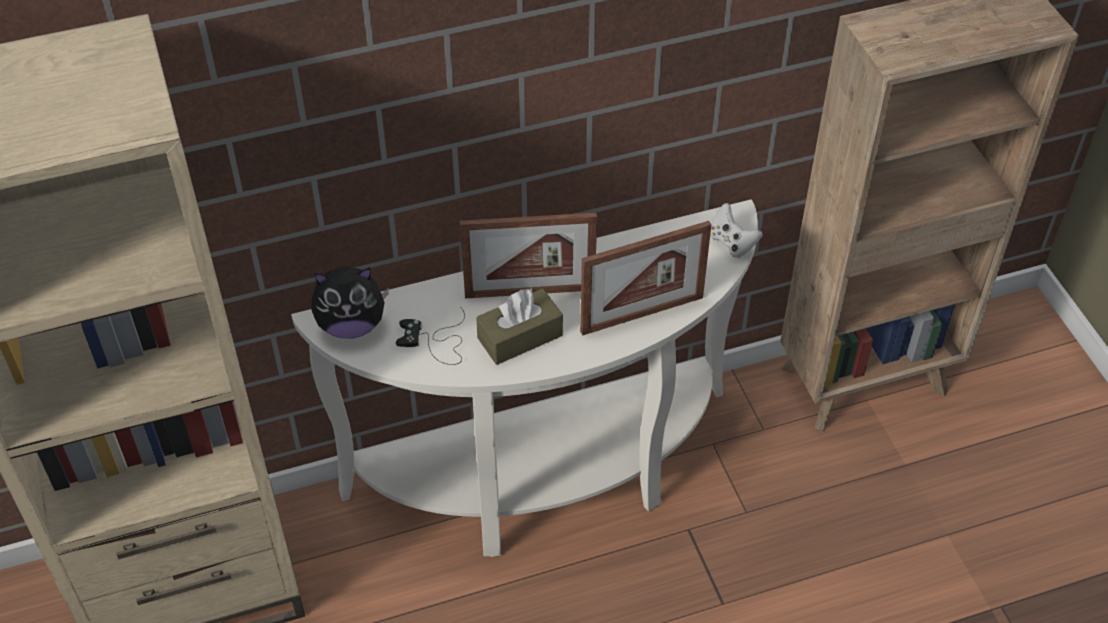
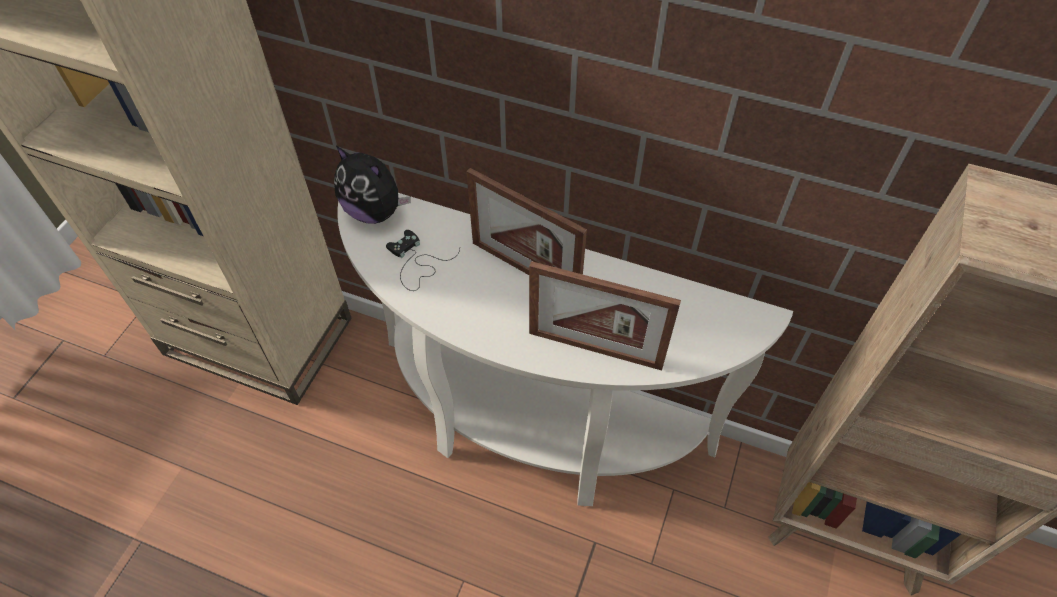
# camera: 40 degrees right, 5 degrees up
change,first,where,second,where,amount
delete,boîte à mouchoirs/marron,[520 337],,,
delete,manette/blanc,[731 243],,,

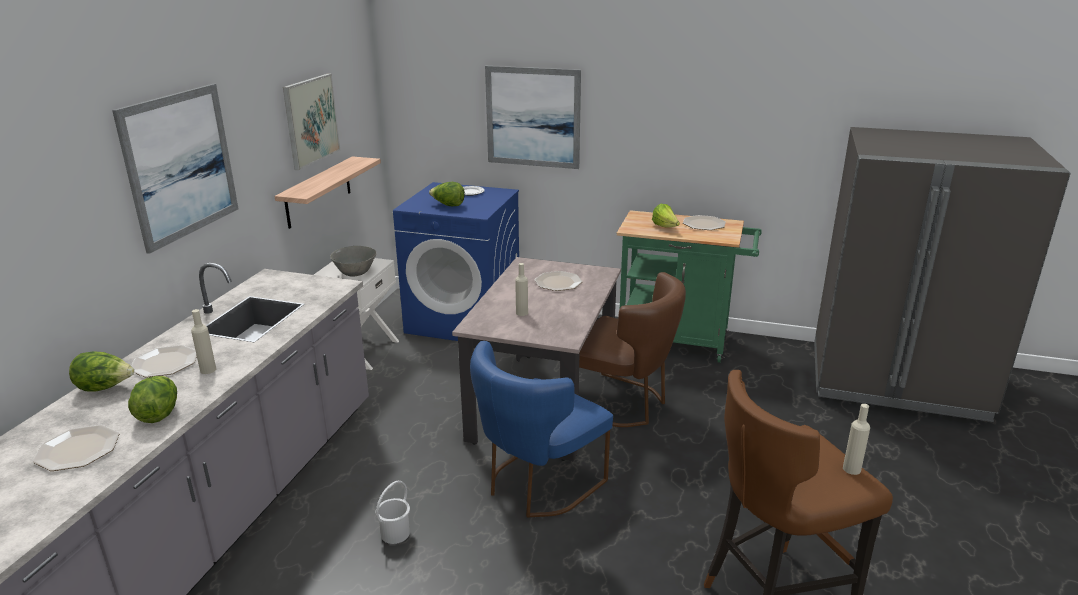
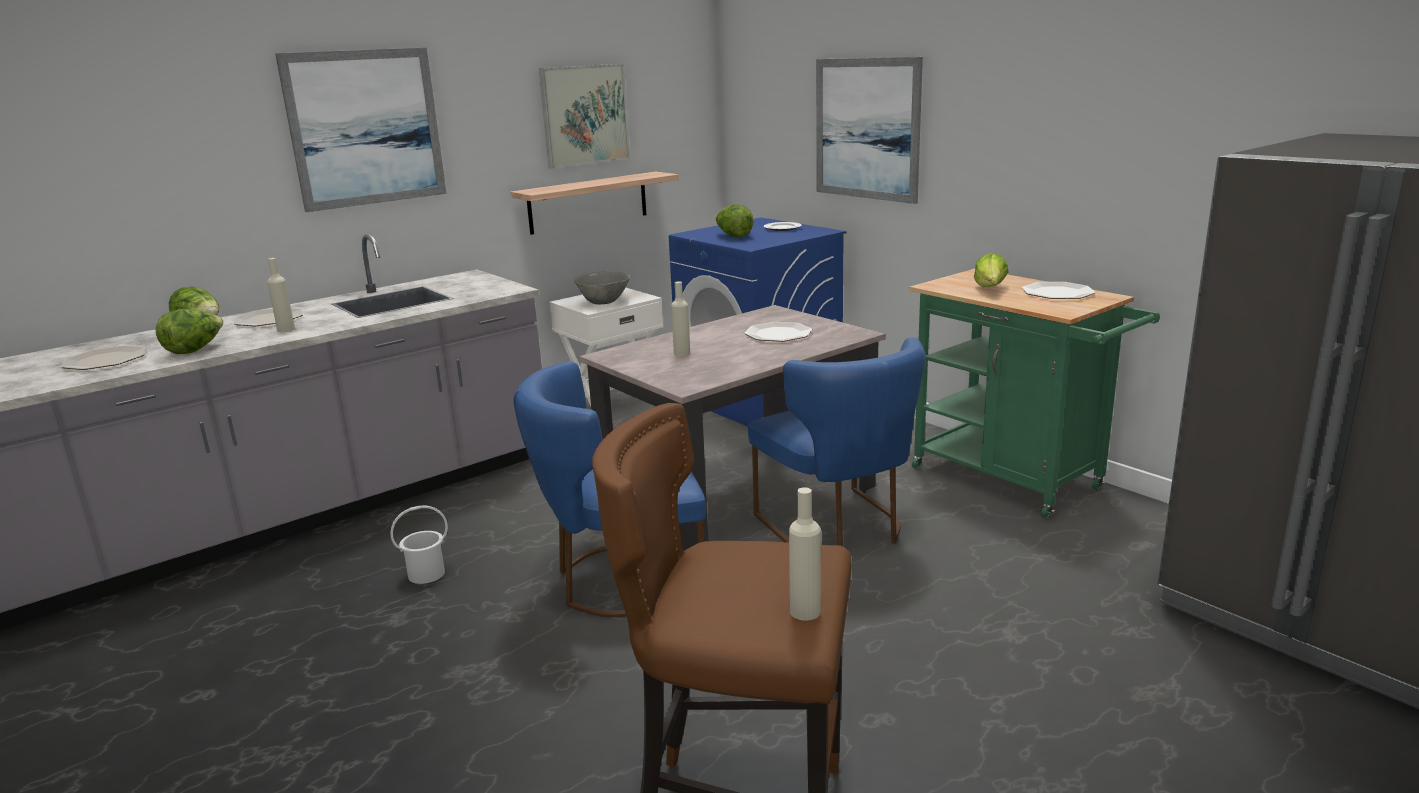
# camera: 35 degrees right, 5 degrees down
change,first,where,second,where,amount
recolor,chaise/marron,[623 404],chaise/bleu,[839 528],

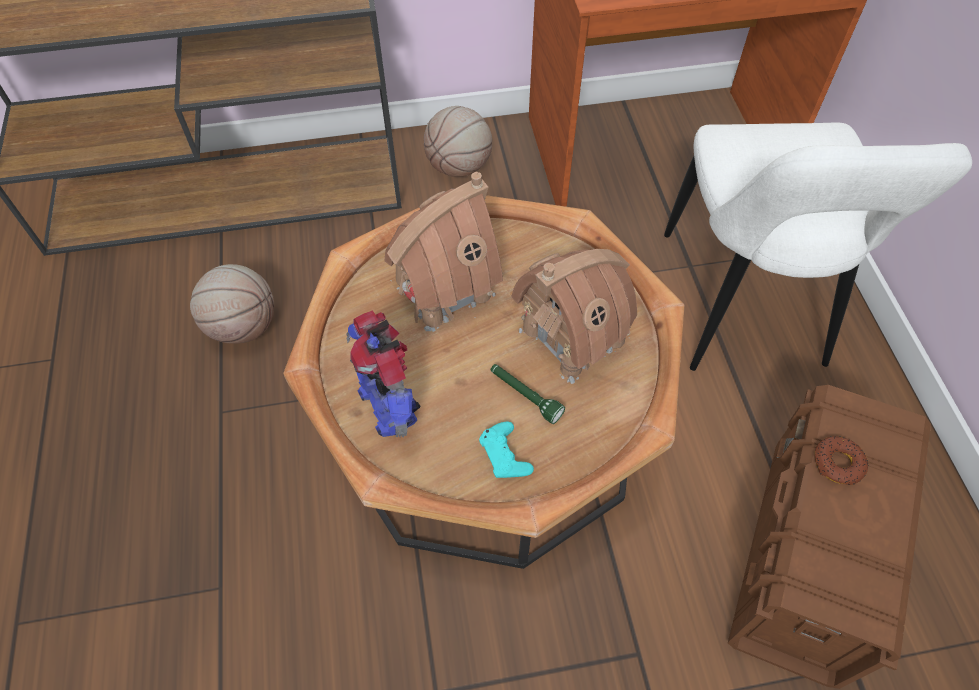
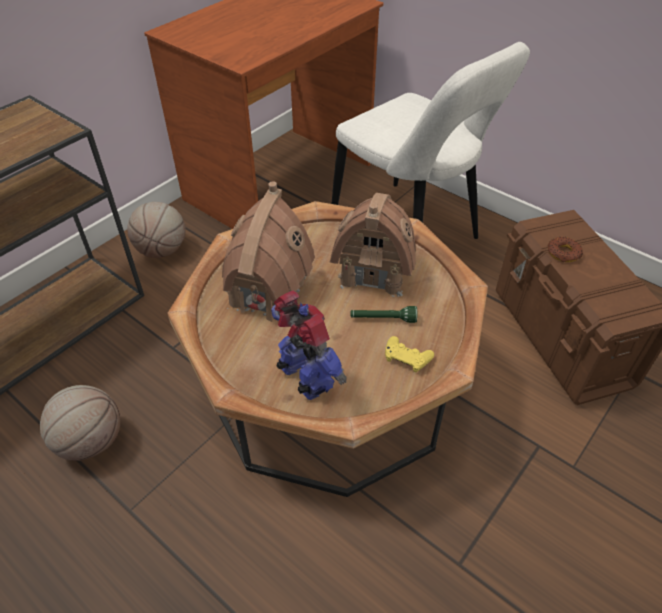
# camera: 40 degrees left, 10 degrees down
change,first,where,second,where,amount
recolor,manette/turquoise,[505 455],manette/jaune,[407 357],
rotate,robot jouet,[389 404],,[305 378],150 degrees counterclockwise

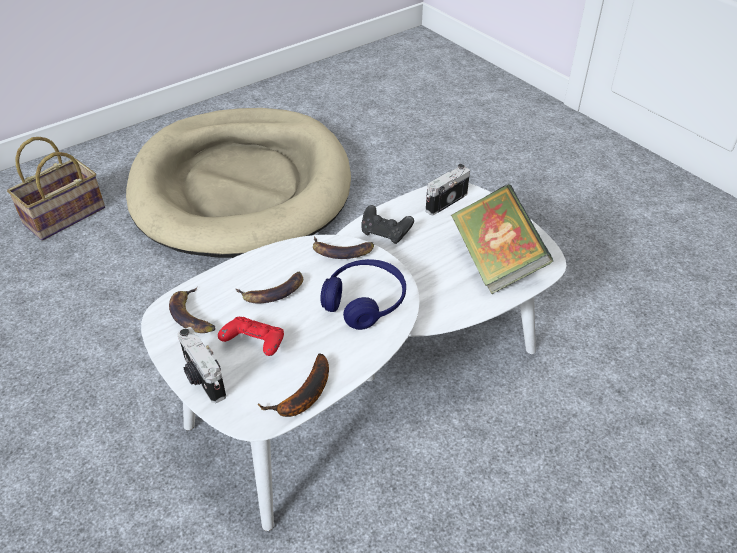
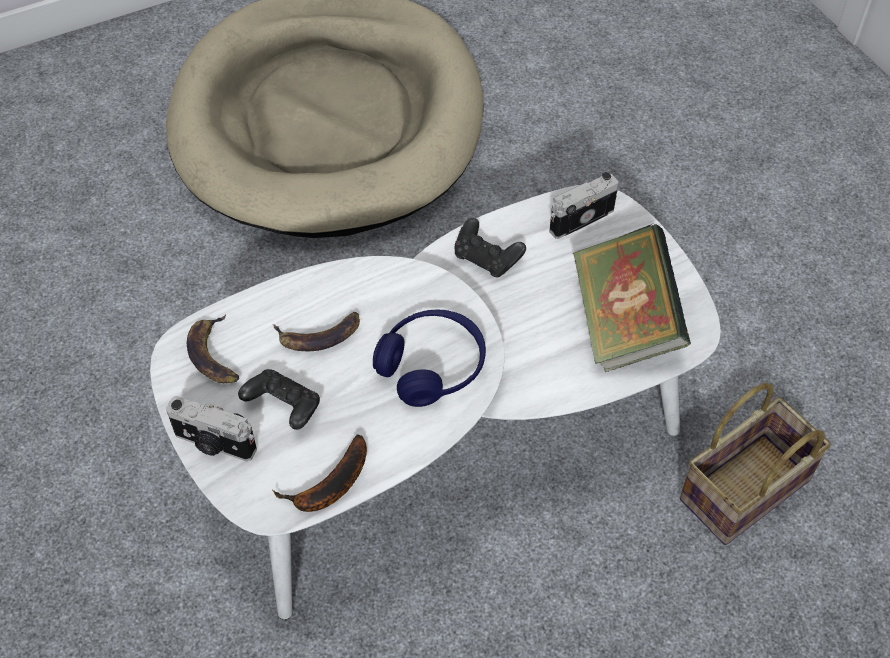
# camera: 10 degrees right, 10 degrees up
change,first,where,second,where,amount
delete,banane,[342 251],,,
move,panier,[63 217],,[744 493],
recolor,manette/rouge,[255 345],manette/noir,[283 407],
rotate,appareil photo,[202 378],,[214 444],45 degrees counterclockwise

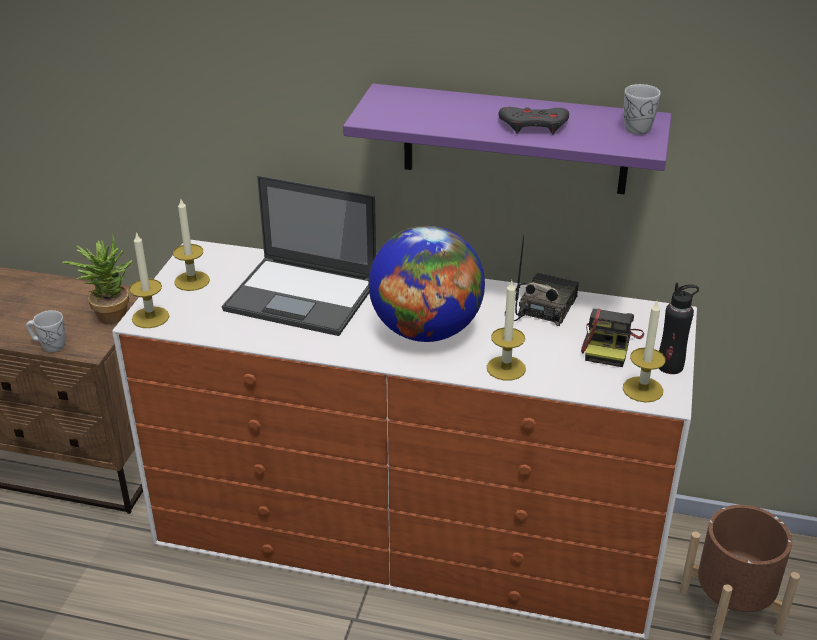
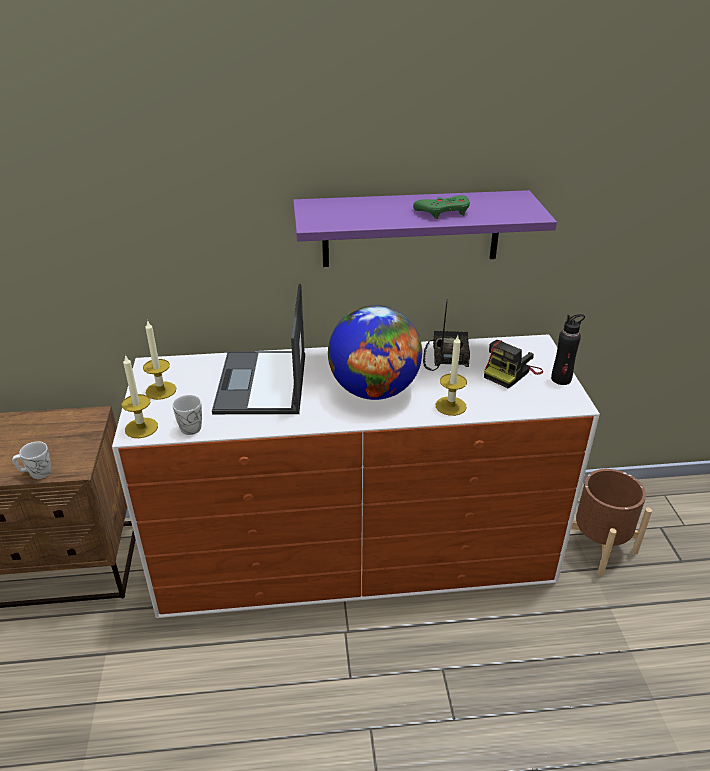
# camera: 20 degrees left, 0 degrees up
change,first,where,second,where,amount
delete,plante en pot,[108 314],,,
delete,bougie,[642 389],,,
move,mug/blanc,[634 127],,[188 426],
recolor,manette/gris,[534 125],manette/vert,[443 211],
rotate,ordinateur portable,[303 296],,[262 384],90 degrees clockwise
rotate,appareil photo,[610 345],,[511 373],45 degrees clockwise

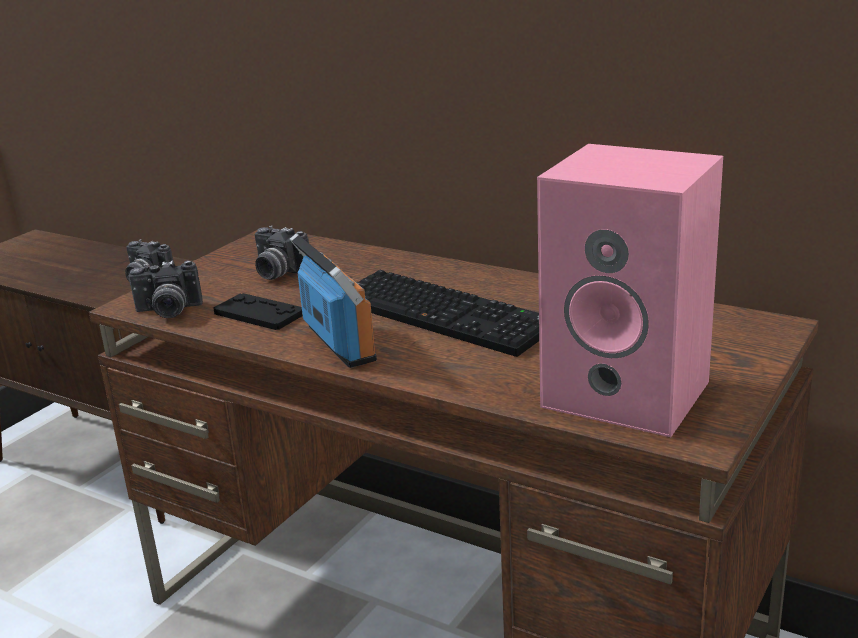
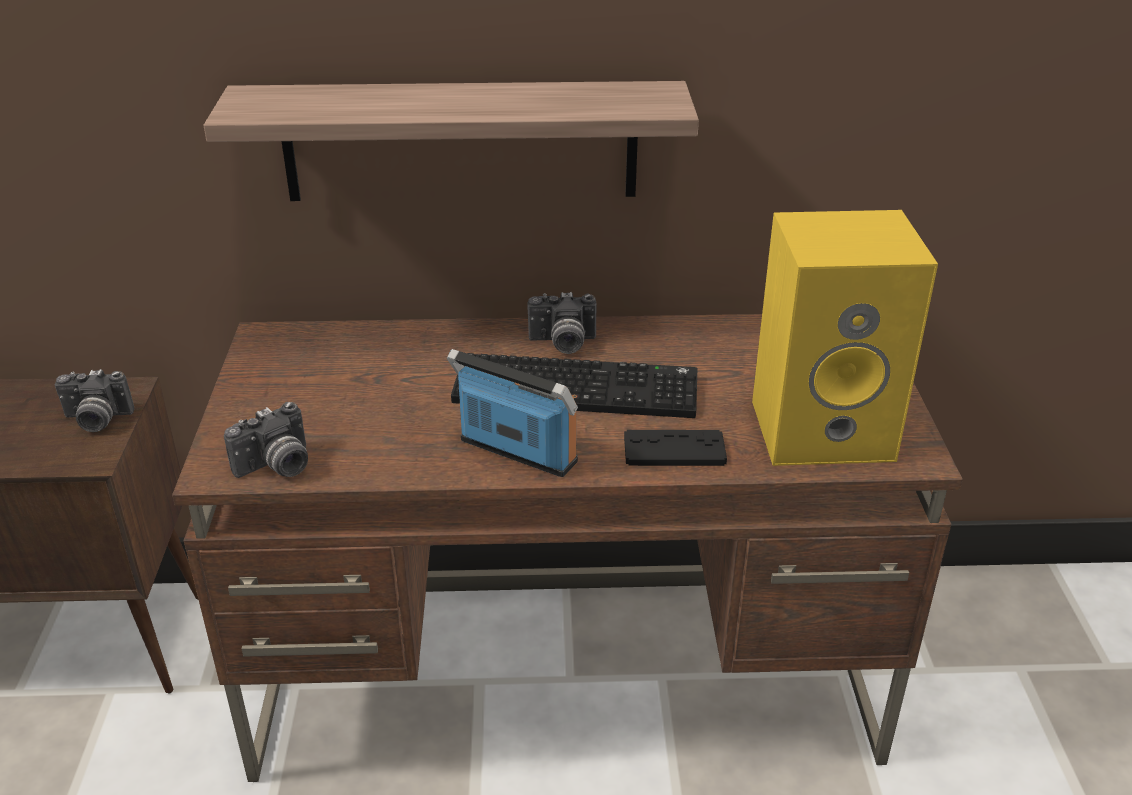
# camera: 35 degrees left, 10 degrees up
change,first,where,second,where,amount
insert,,,étagère,[460 141],
move,manette/noir,[259 313],,[674 450],
move,appareil photo,[278 273],,[562 344],
recolor,enceinte/rose,[630 393],enceinte/jaune,[824 428],

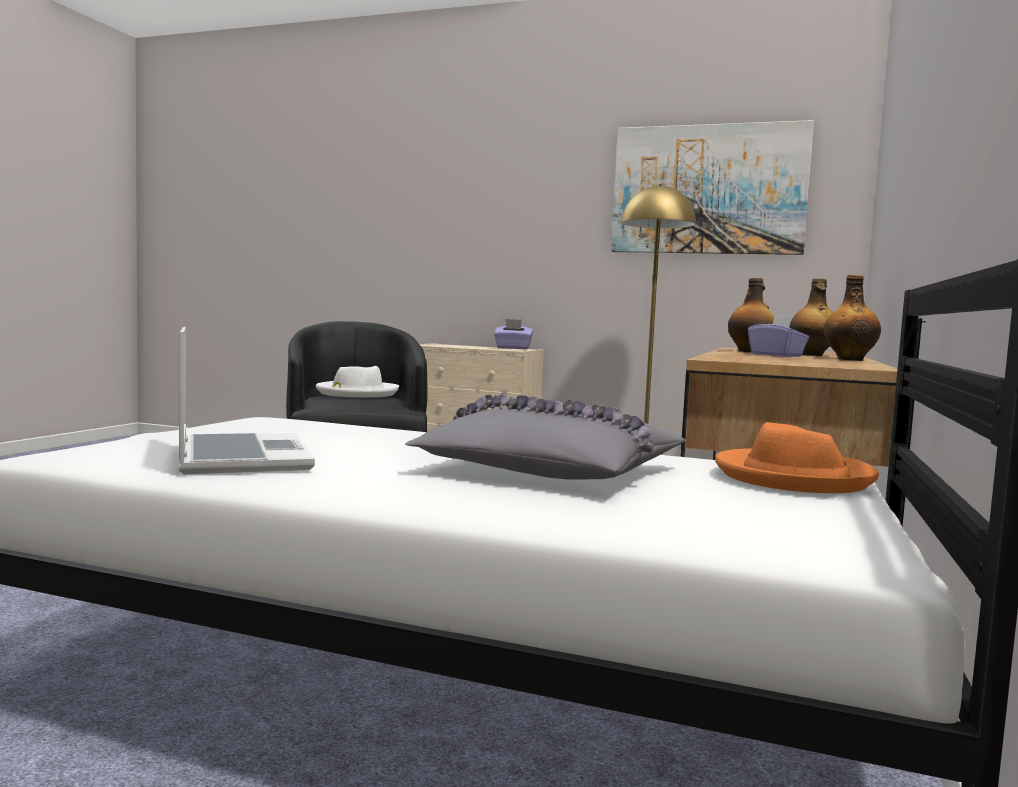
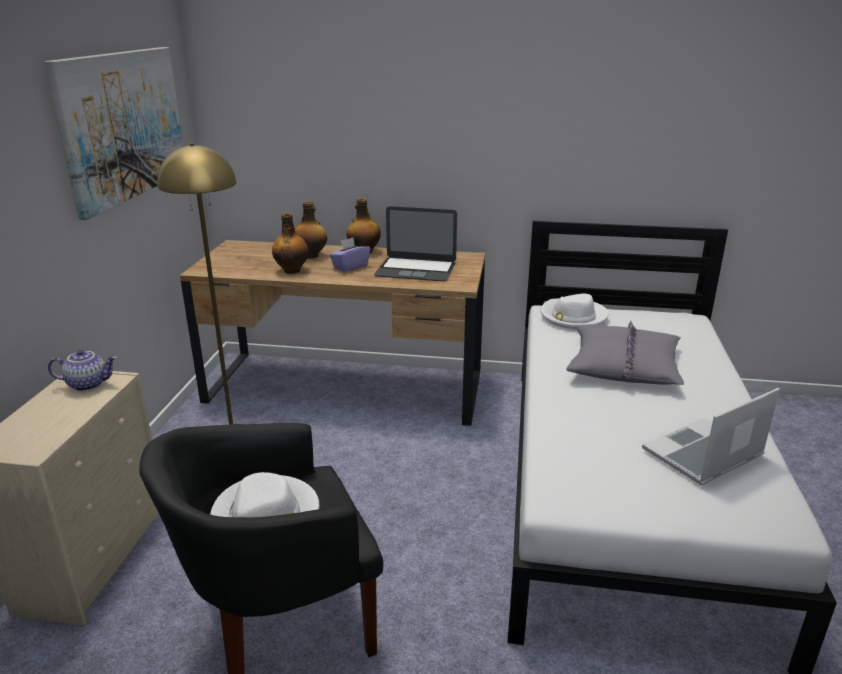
# camera: 100 degrees left, 20 degrees up
change,first,where,second,where,amount
insert,,,ordinateur portable,[416 269],
replace,boîte à mouchoirs/violet,[512 348],théière,[88 384],
recolor,chapeau/orange,[793 477],chapeau/blanc,[572 317],

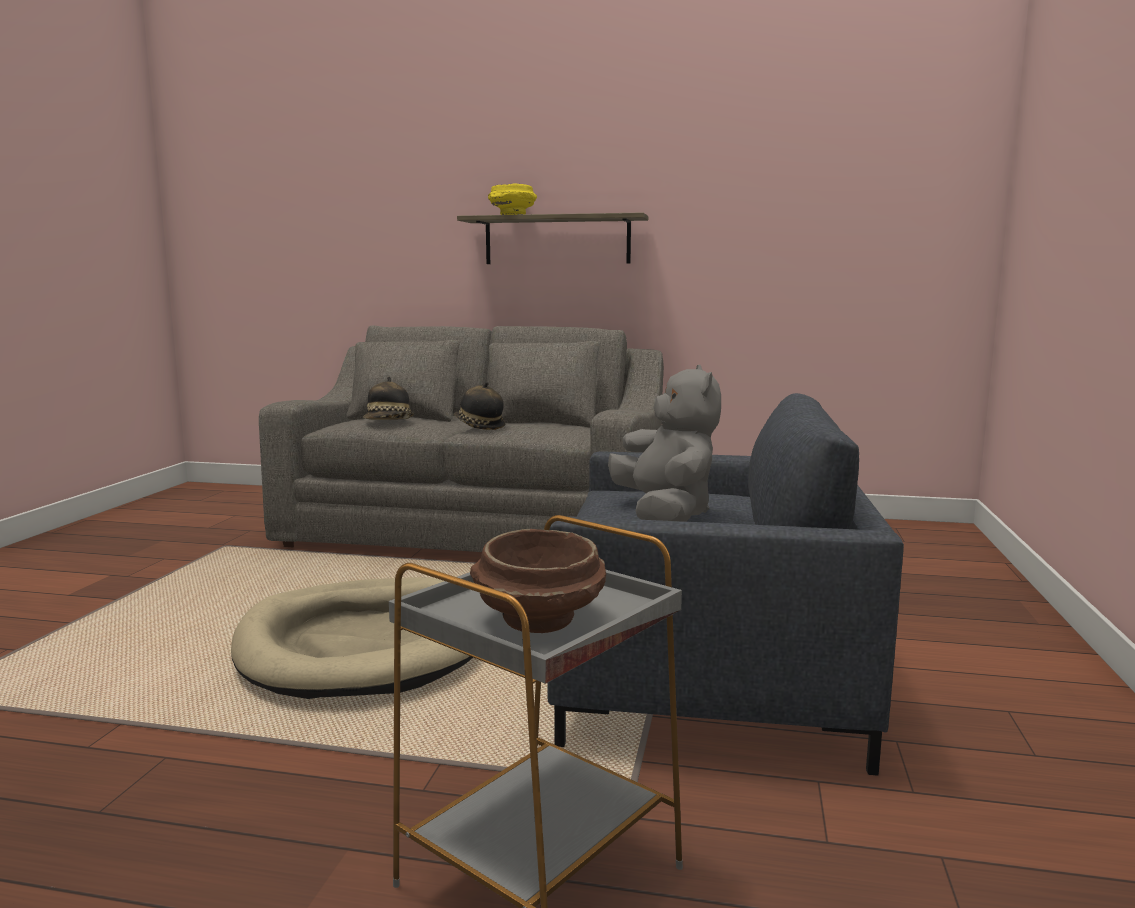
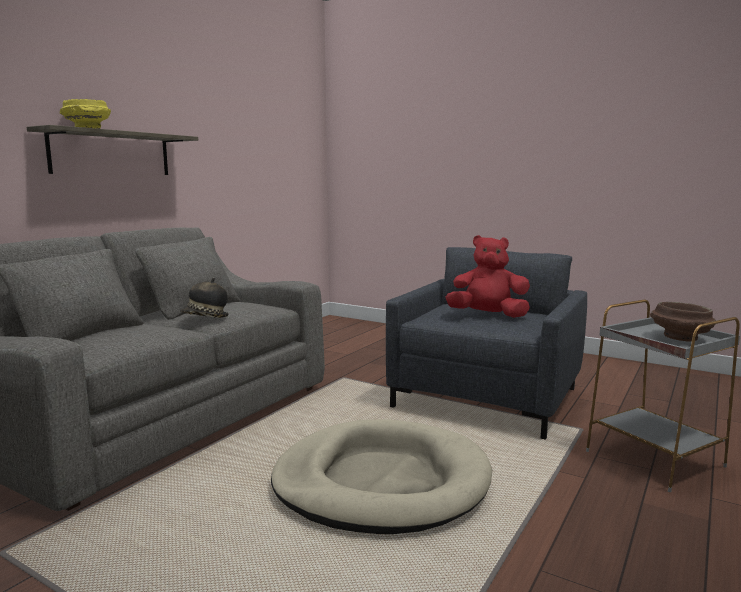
# camera: 70 degrees left, 0 degrees up
change,first,where,second,where,amount
delete,chapeau,[389 423],,,
recolor,peluche/gris,[665 515],peluche/rouge,[488 315],

